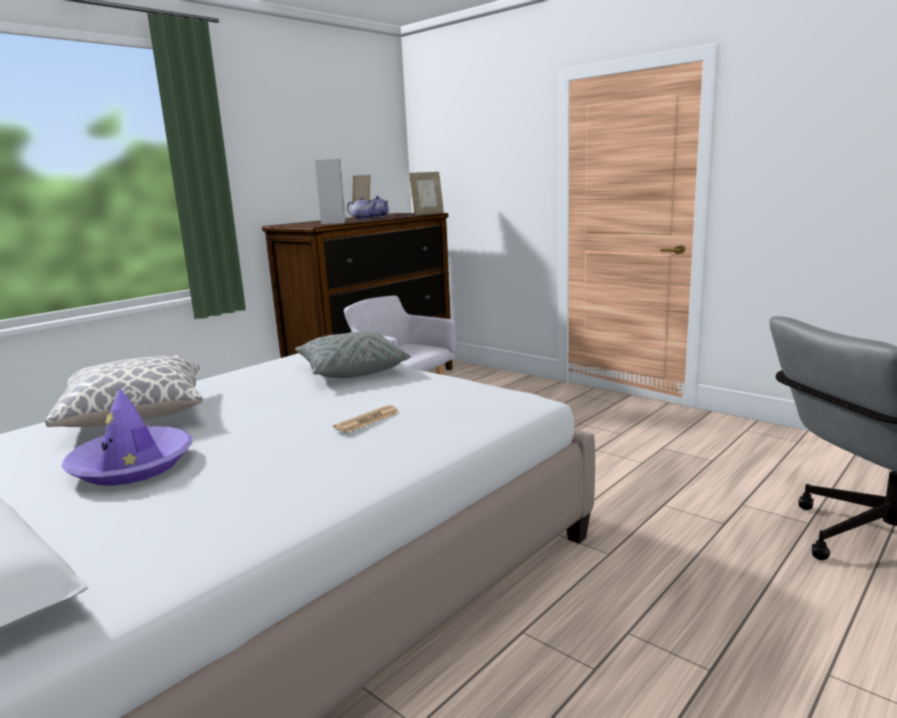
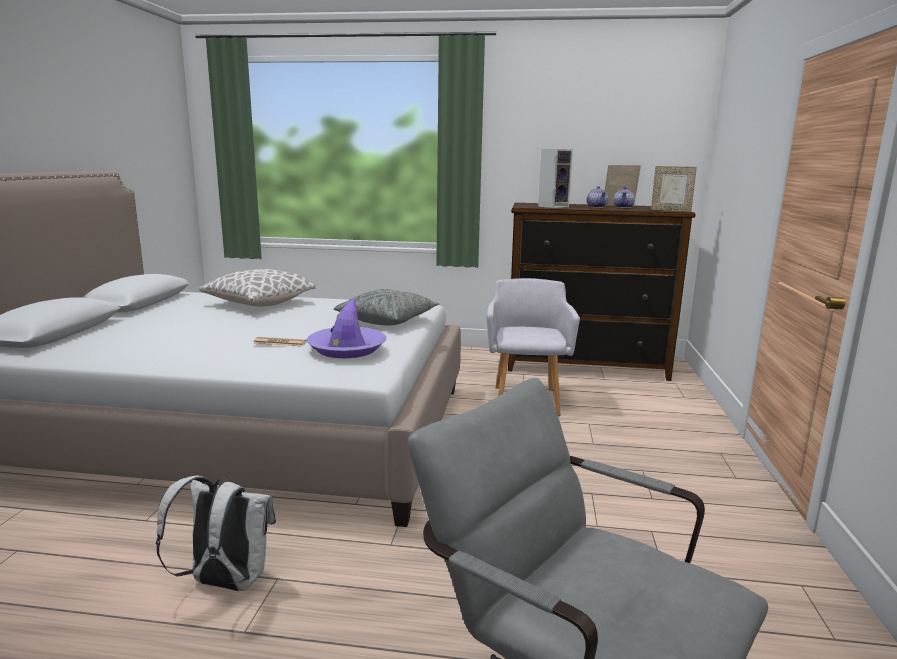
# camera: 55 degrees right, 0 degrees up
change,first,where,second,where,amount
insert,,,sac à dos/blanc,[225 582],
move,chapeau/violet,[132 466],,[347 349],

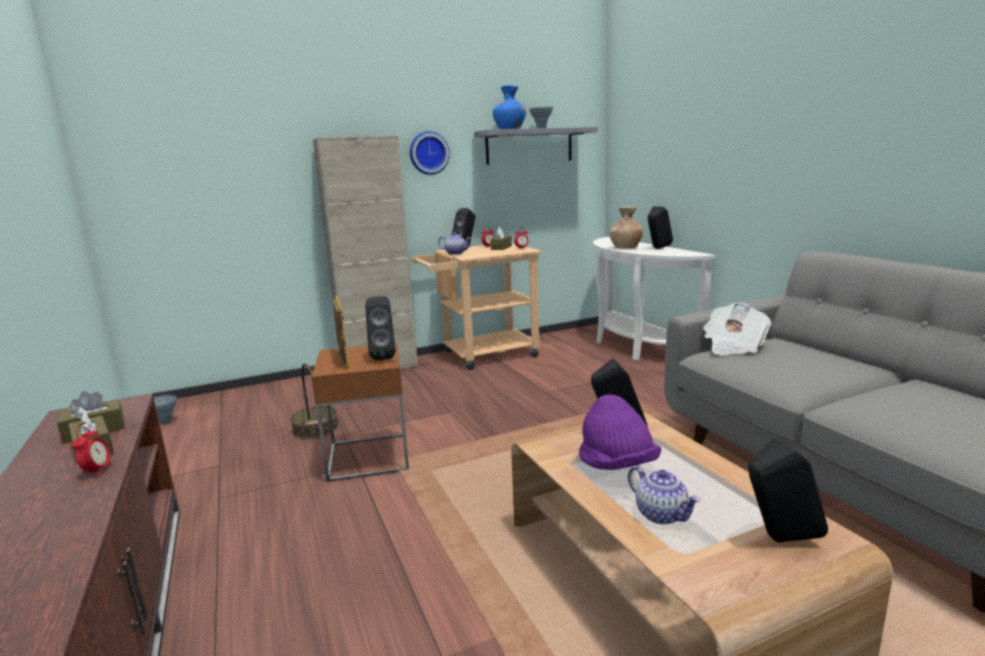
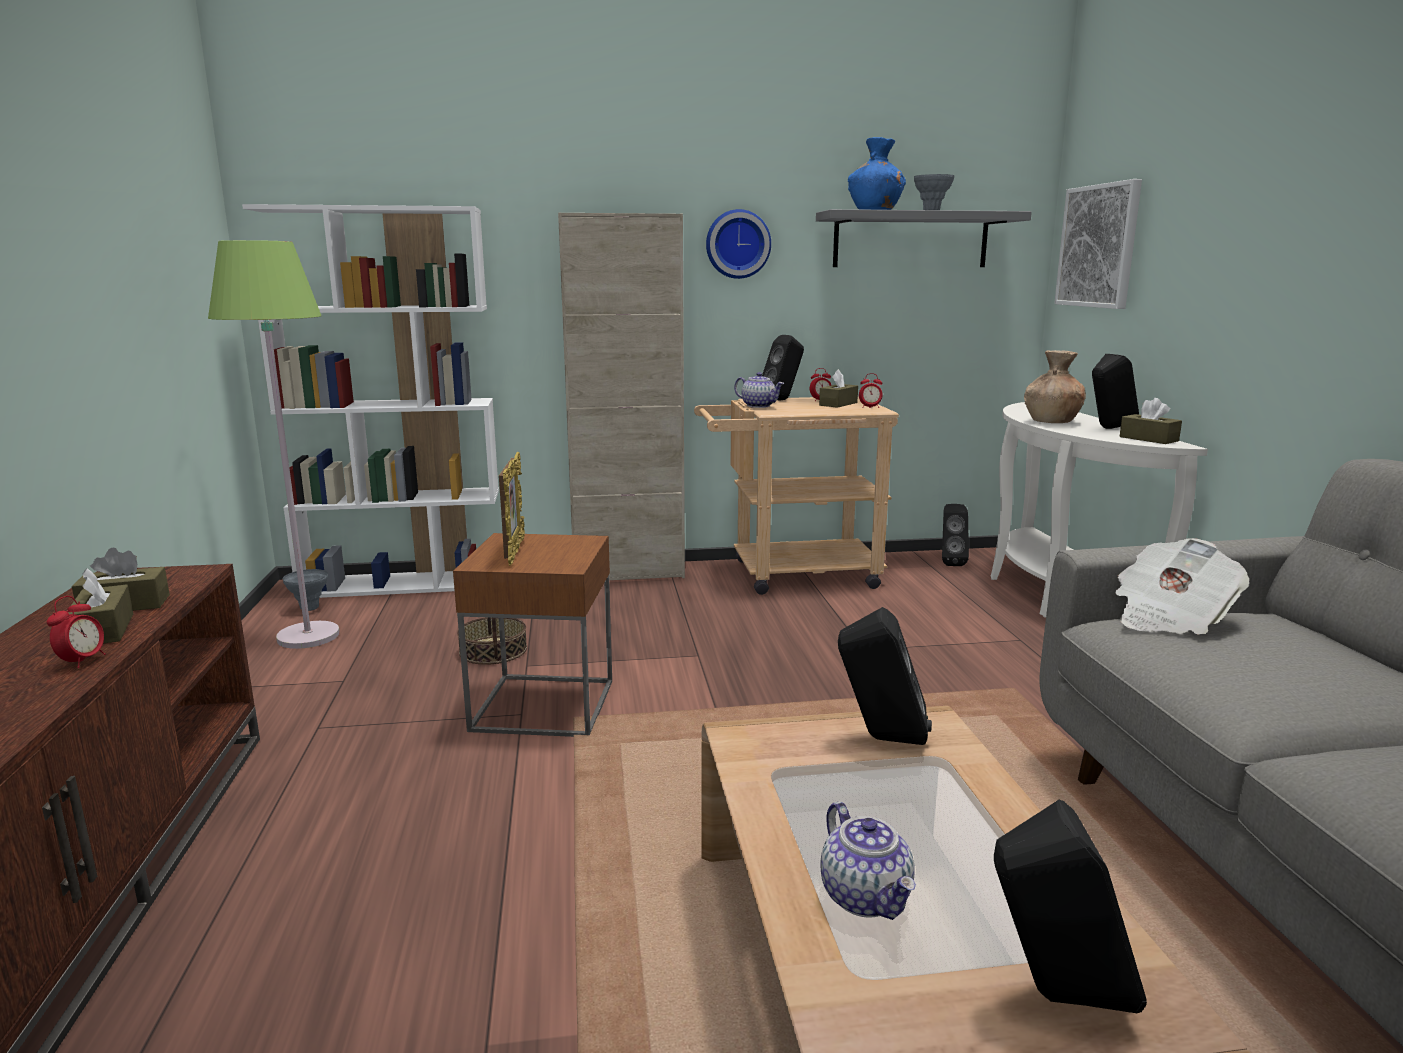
# camera: 15 degrees right, 0 degrees up
change,first,where,second,where,amount
delete,chapeau/violet,[617 465],,,
insert,,,lampadaire/vert,[308 636],
insert,,,bibliothèque/blanc,[405 584],
insert,,,tableau,[1098 246],
insert,,,boîte à mouchoirs/marron,[1148 439],
move,enceinte/noir,[383 356],,[950 563],

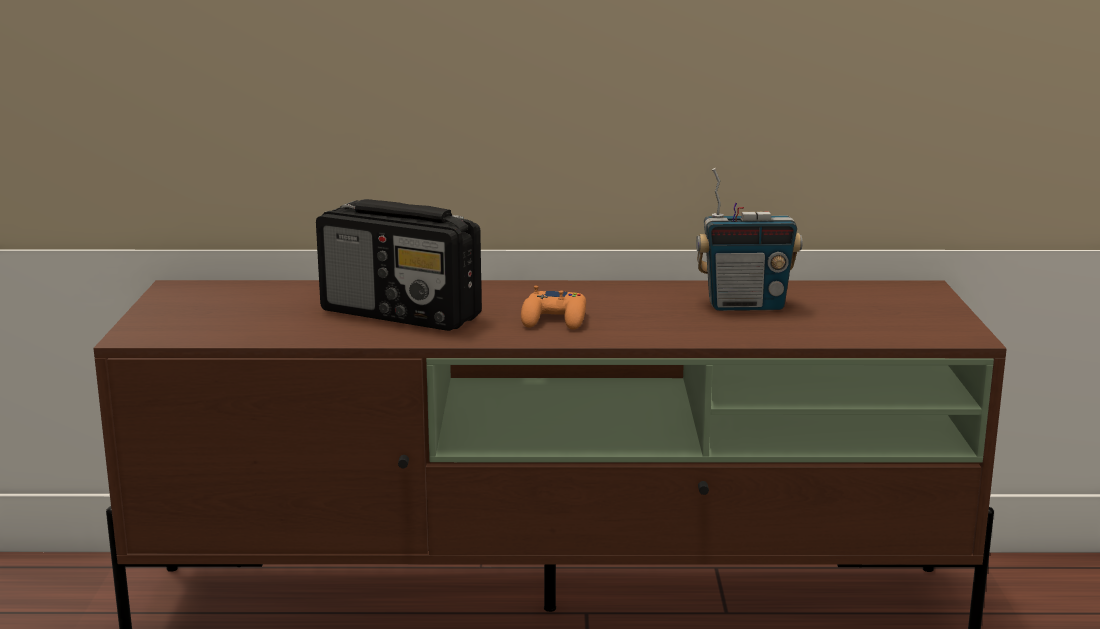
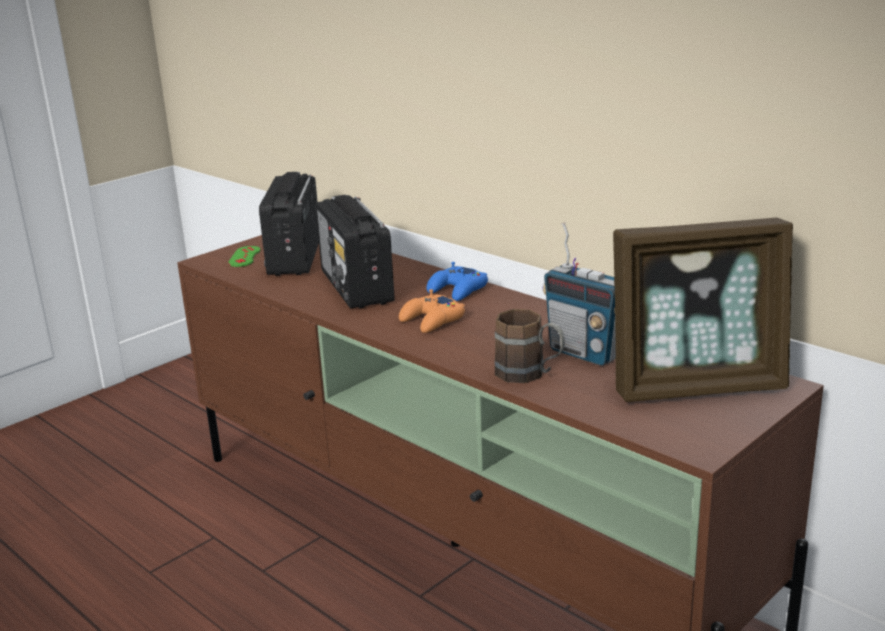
# camera: 45 degrees right, 5 degrees up
change,first,where,second,where,amount
insert,,,manette/vert,[244 257],
insert,,,radio,[294 257],
insert,,,manette/bleu,[458 290],
insert,,,mug/marron,[529 375],
insert,,,cadre photo,[697 386],

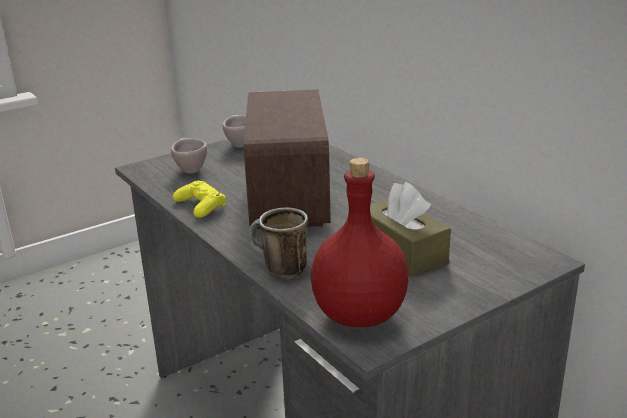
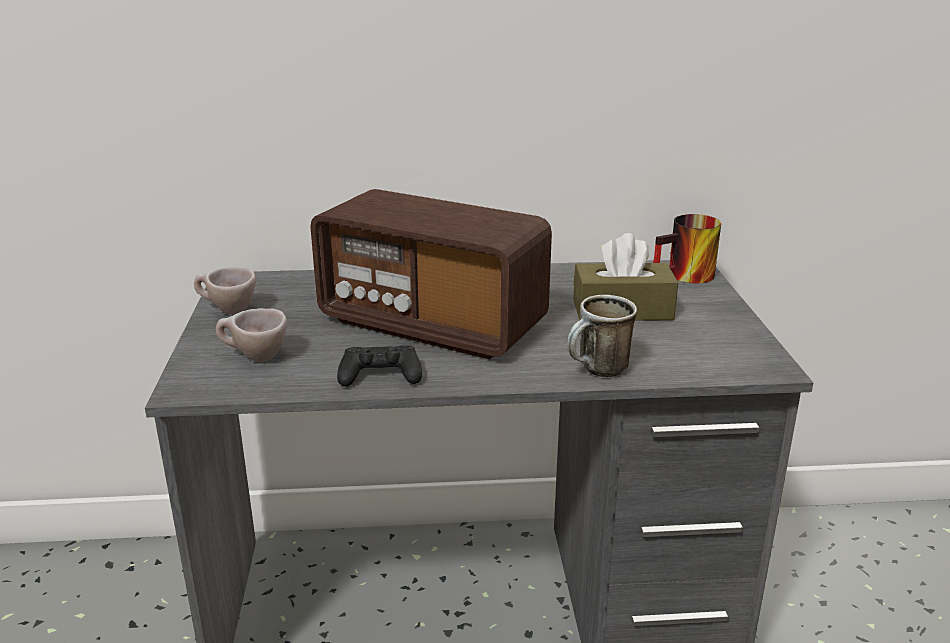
# camera: 60 degrees left, 0 degrees up
change,first,where,second,where,amount
delete,bouteille/rouge,[358 316],,,
insert,,,mug,[686 277],
recolor,manette/jaune,[200 205],manette/noir,[380 375],

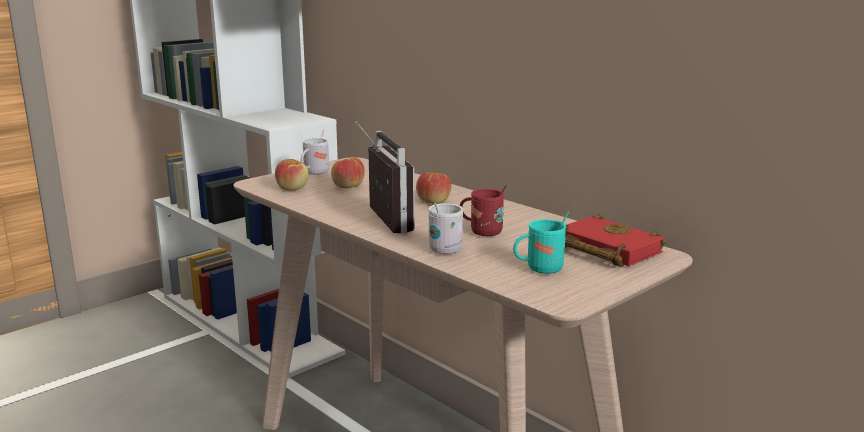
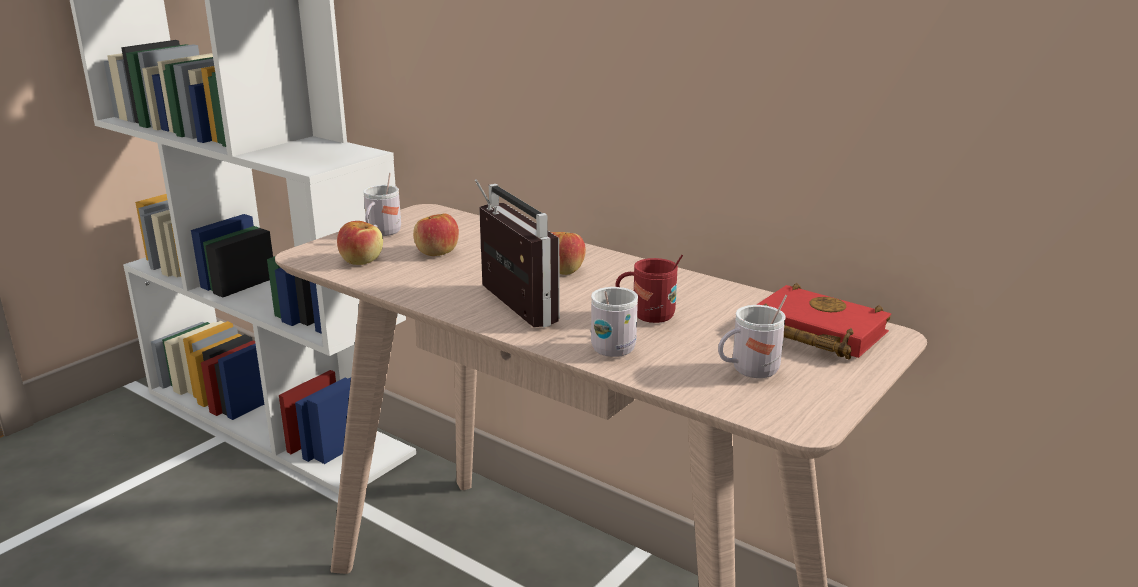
# camera: 10 degrees left, 5 degrees up
change,first,where,second,where,amount
recolor,mug/turquoise,[539 270],mug/blanc,[748 372],

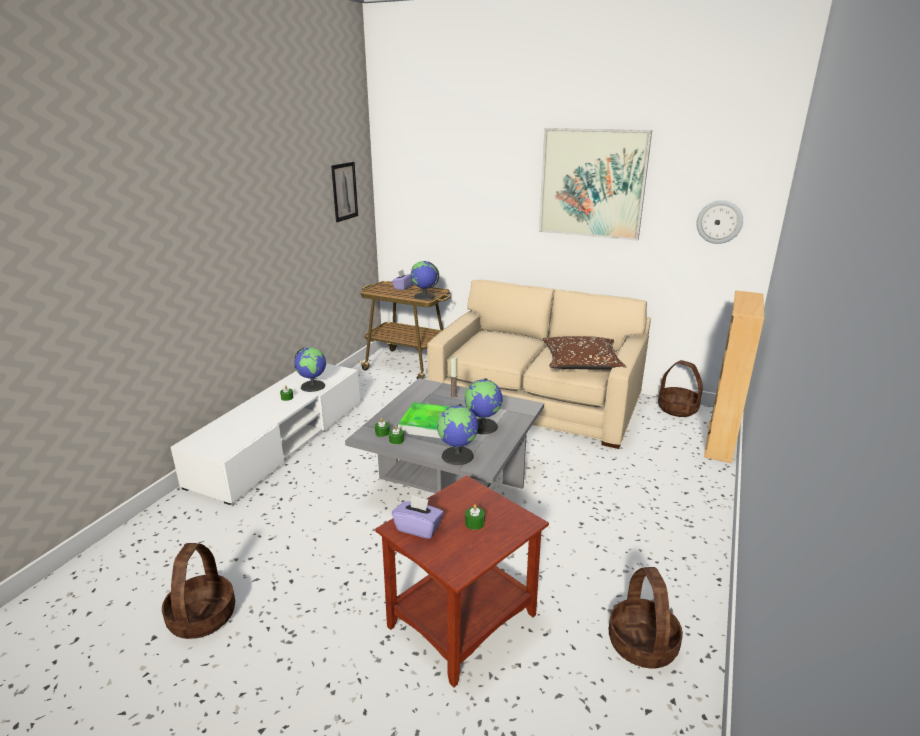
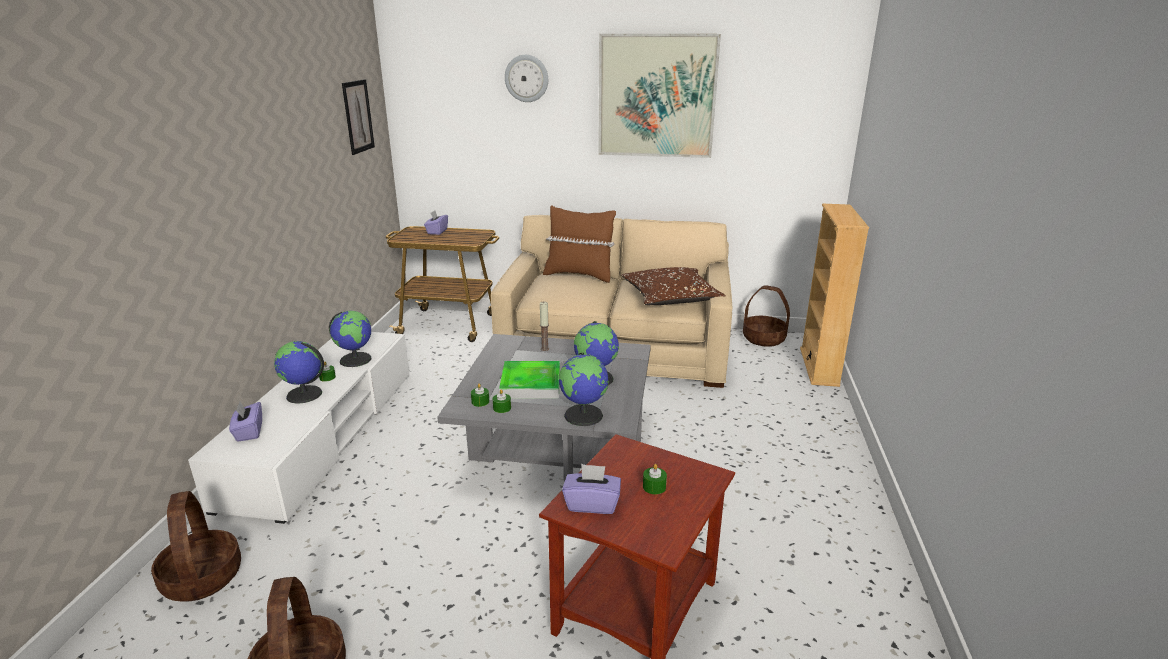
# camera: 15 degrees left, 0 degrees up
change,first,where,second,where,amount
insert,,,boîte à mouchoirs/violet,[249 432],
insert,,,coussin/marron,[579 275],
move,globe,[424 296],,[304 395],
move,panier,[641 643],,[201 577],
move,horloge murale,[719 222],,[526 78],

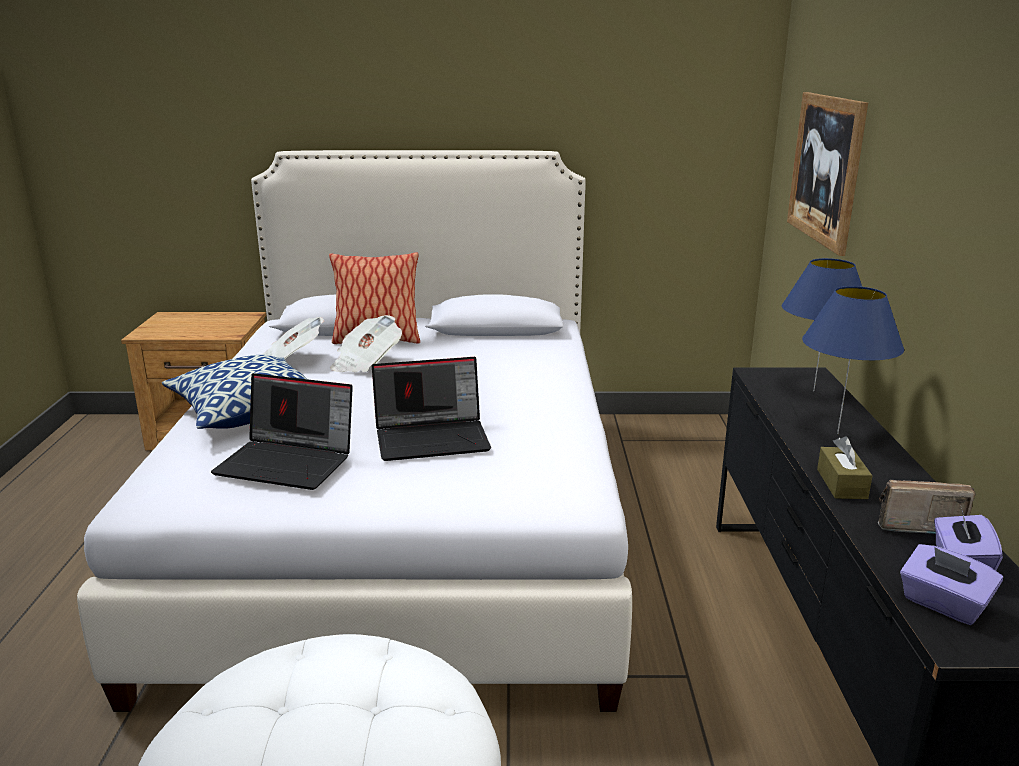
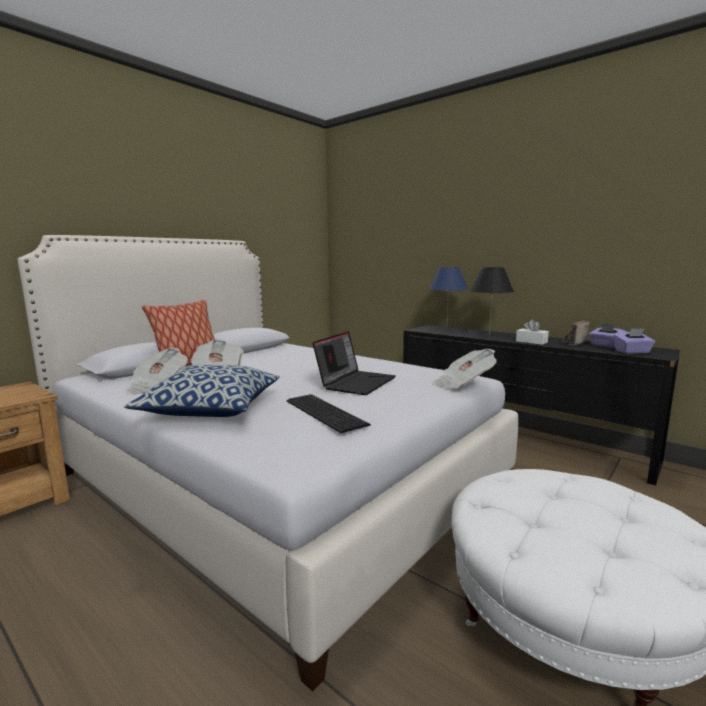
# camera: 50 degrees left, 10 degrees down
change,first,where,second,where,amount
delete,tableau,[825 169],,,
insert,,,journal,[463 384],
replace,ordinateur portable,[289 462],clavier,[326 411],
recolor,lampe de table/bleu,[837 433],lampe de table/noir,[489 334],
recolor,boîte à mouchoirs/marron,[841 484],boîte à mouchoirs/blanc,[531 342],

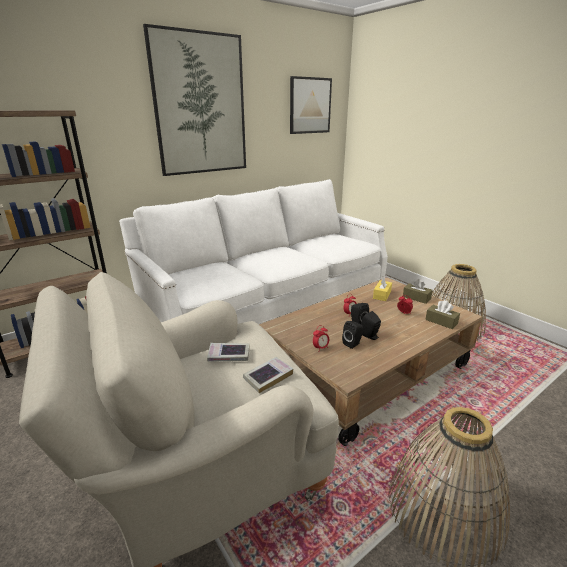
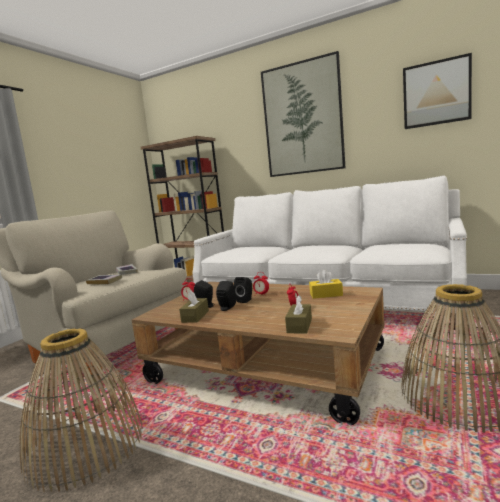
# camera: 65 degrees right, 15 degrees down
change,first,where,second,where,amount
move,boîte à mouchoirs/marron,[416 298],,[195 316],

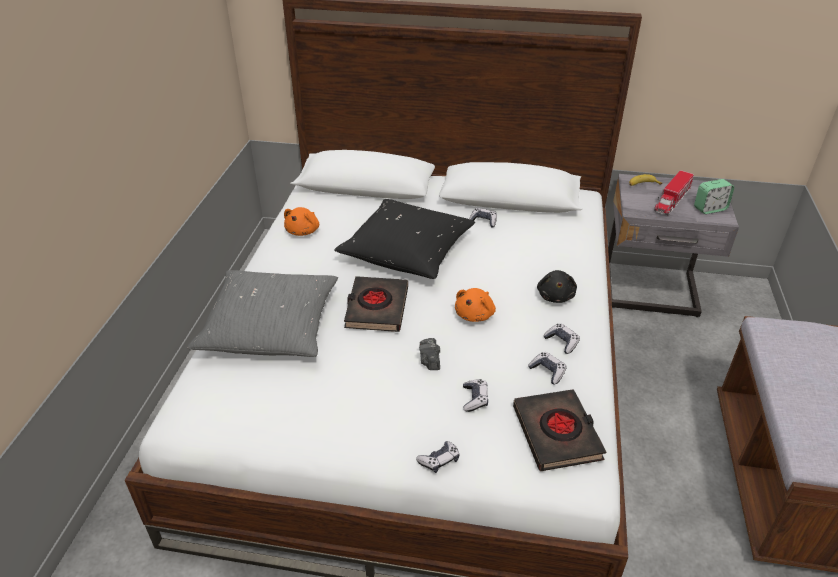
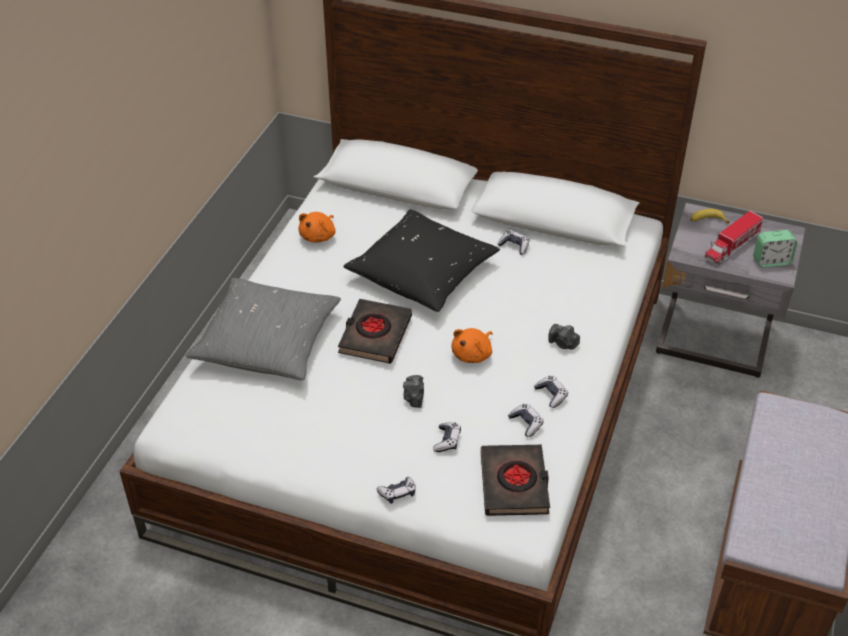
# camera: 10 degrees right, 5 degrees up
change,first,where,second,where,amount
replace,peluche/noir,[555 296],appareil photo,[563 344],

